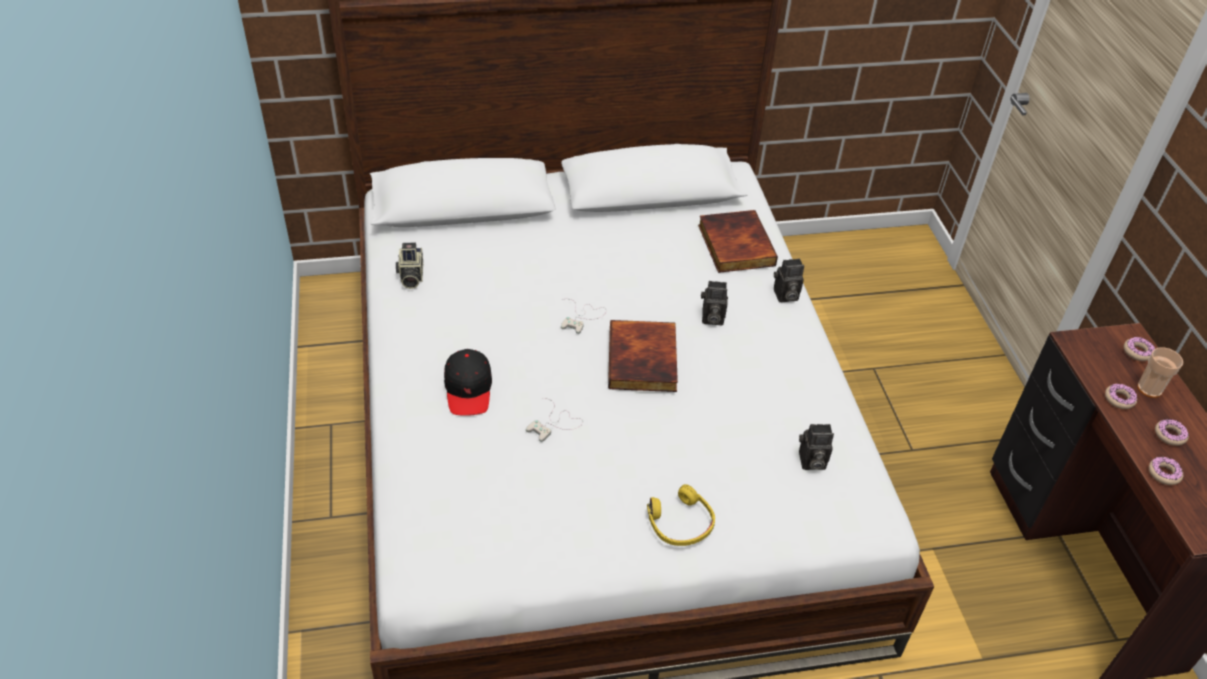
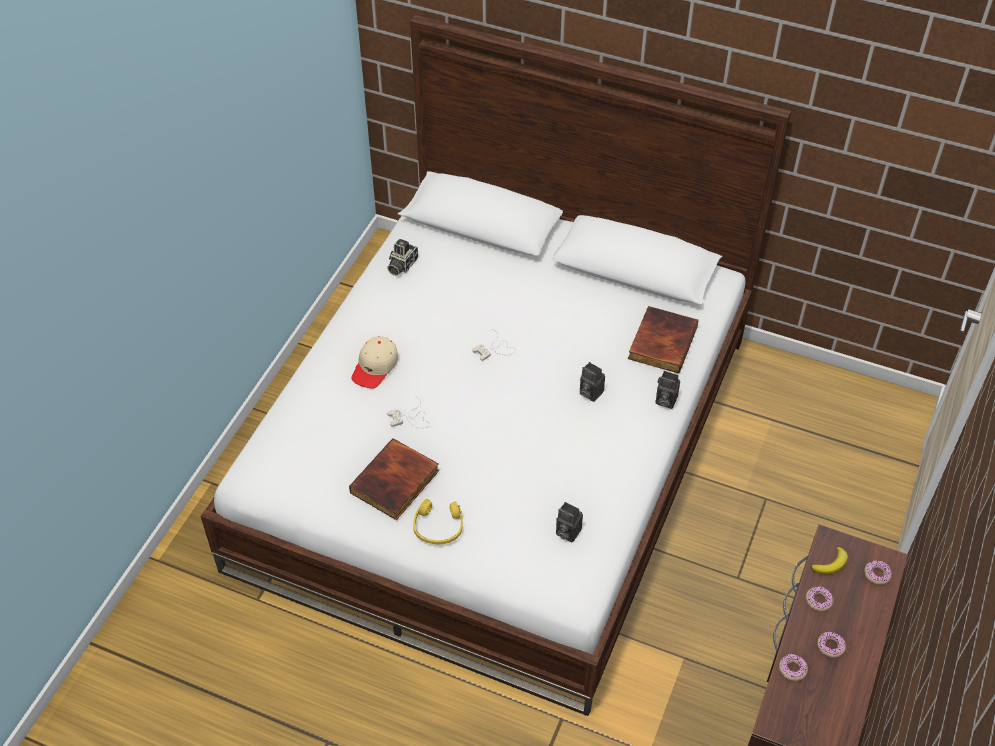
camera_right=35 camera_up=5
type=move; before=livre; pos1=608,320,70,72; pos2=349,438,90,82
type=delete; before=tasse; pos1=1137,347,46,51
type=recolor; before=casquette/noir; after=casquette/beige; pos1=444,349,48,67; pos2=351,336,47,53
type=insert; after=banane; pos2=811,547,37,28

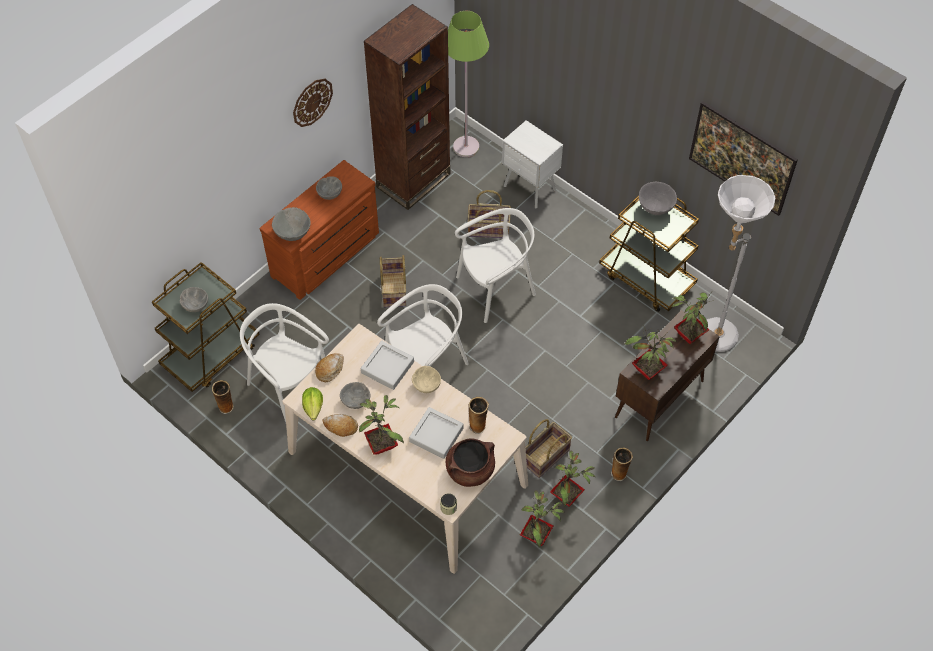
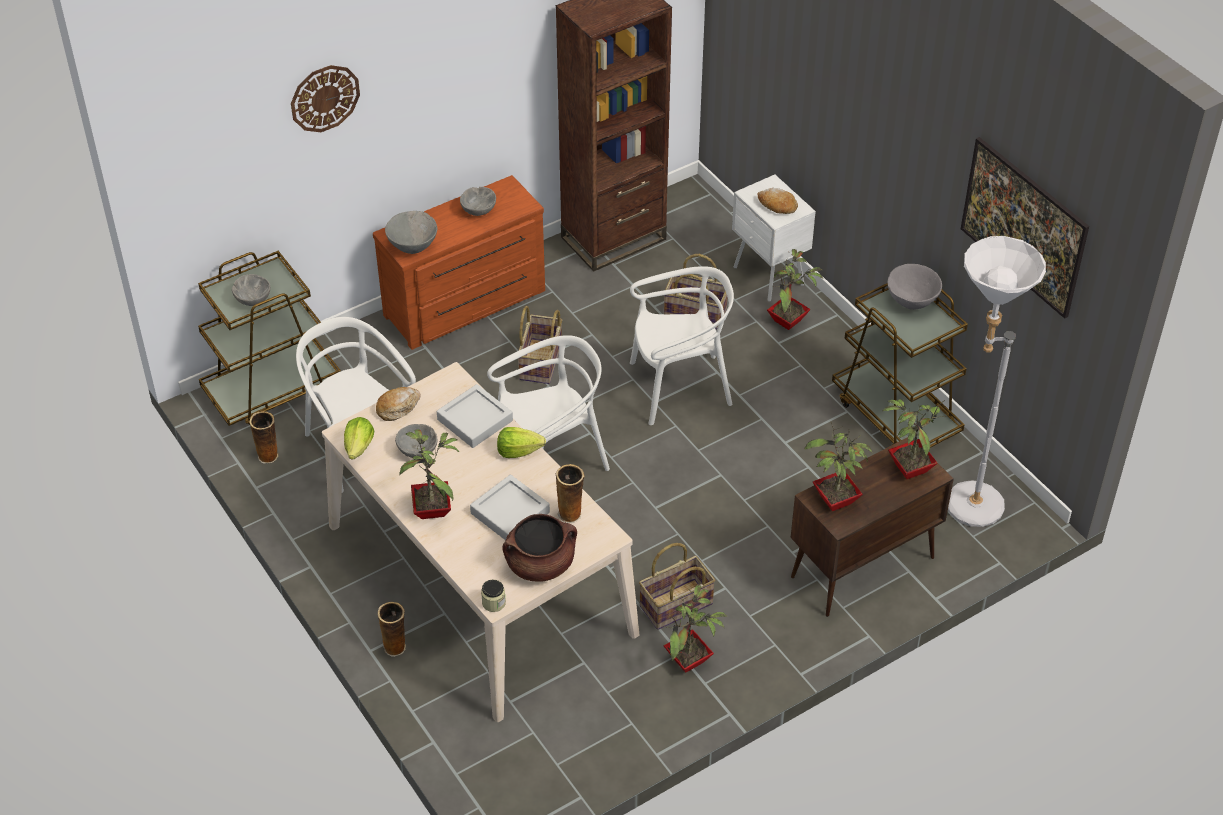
camera_right=15 camera_up=-10
type=delete; before=lampadaire/vert; pos1=448,11,41,146
type=move; before=horloge murale; pos1=293,79,40,48; pos2=291,65,69,67
type=replace; before=bol/beige; after=laitue; pos1=412,366,29,27; pos2=497,427,49,31
type=move; before=pain; pos1=323,414,35,23; pos2=757,188,41,26
type=move; before=vase; pos1=611,447,22,34; pos2=378,602,28,55
type=move; before=plante en pot; pos1=520,490,45,57; pos2=767,249,56,81

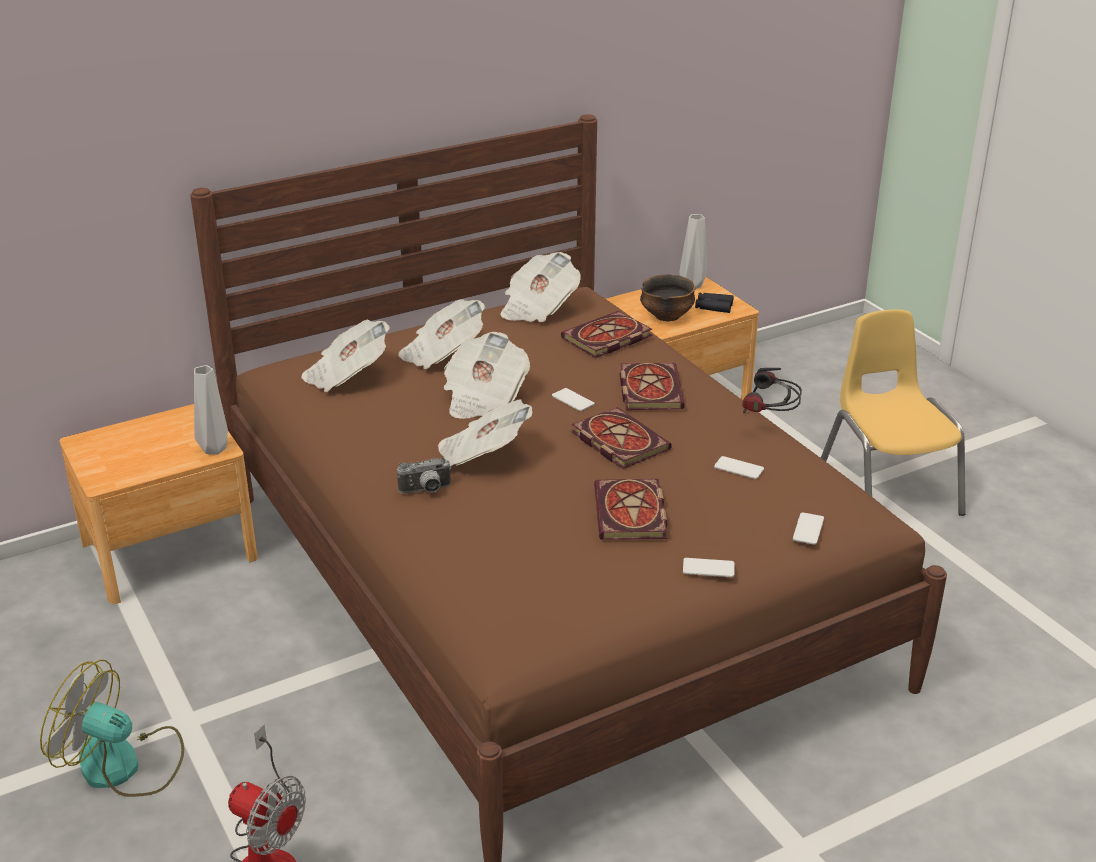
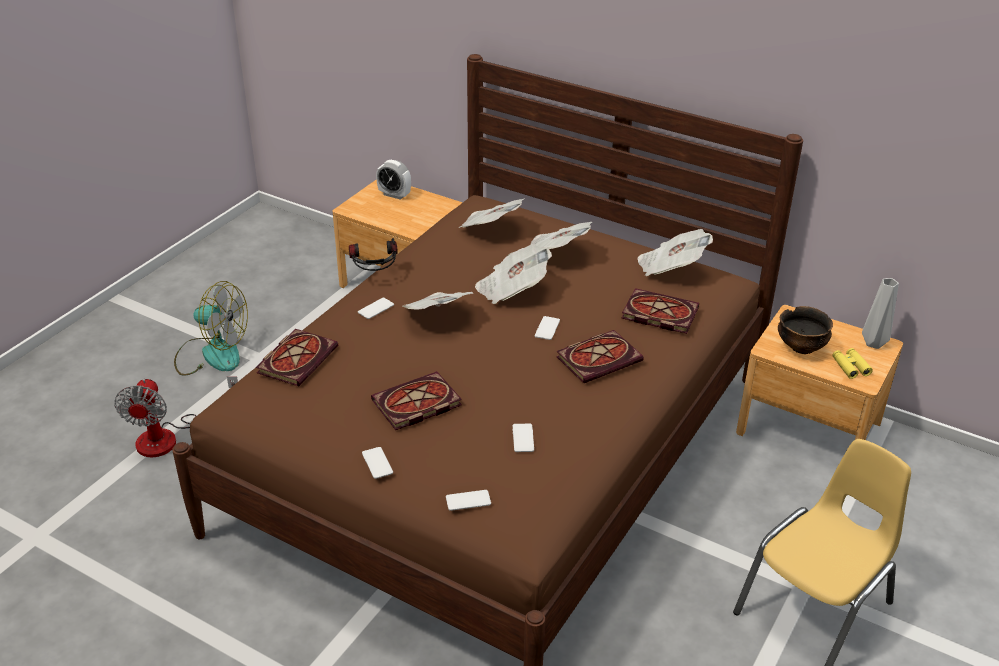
camera_right=60 camera_up=5
type=recolor; before=jumelles/noir; after=jumelles/jaune; pos1=695,293,39,20; pos2=832,348,41,31
type=delete; before=vase/gris; pos1=194,365,34,90
type=move; before=casque audio; pos1=742,368,60,45; pos2=349,238,49,33
type=move; before=livre; pos1=571,407,101,62; pos2=256,329,82,57
type=replace; before=appareil photo; after=téléphone; pos1=397,458,54,36; pos2=358,298,36,21
type=rotate; before=ventilateur; pos1=40,660,144,137; pos2=174,281,74,95; turn=120
type=insert; after=réveil; pos2=376,160,35,40

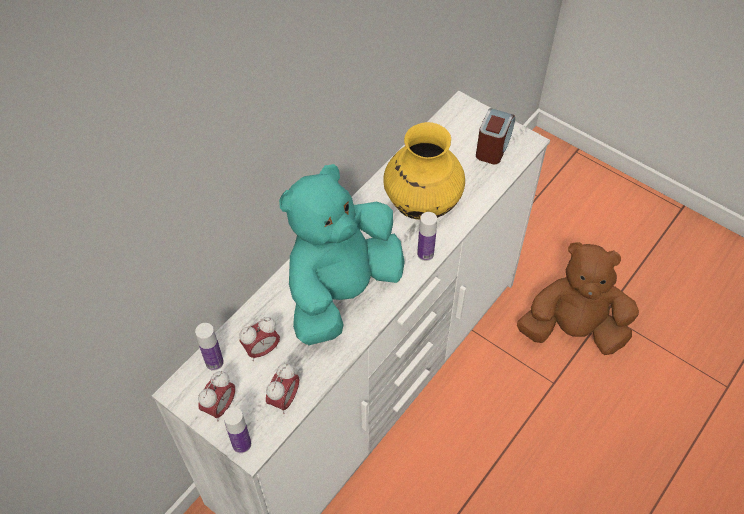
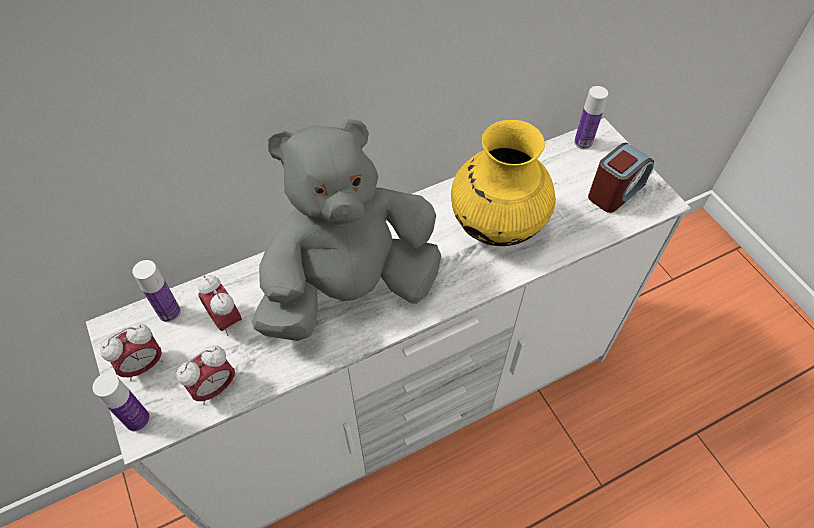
camera_right=25 camera_up=0
type=recolor; before=peluche/turquoise; after=peluche/gris; pos1=279,164,126,181; pos2=252,118,189,223
type=move; before=bouteille; pos1=417,212,20,49; pos2=574,86,34,63
type=delete; before=peluche/marron; pos1=517,242,122,113
type=rotate; before=réveil; pos1=239,317,41,44; pos2=198,275,44,61; turn=60

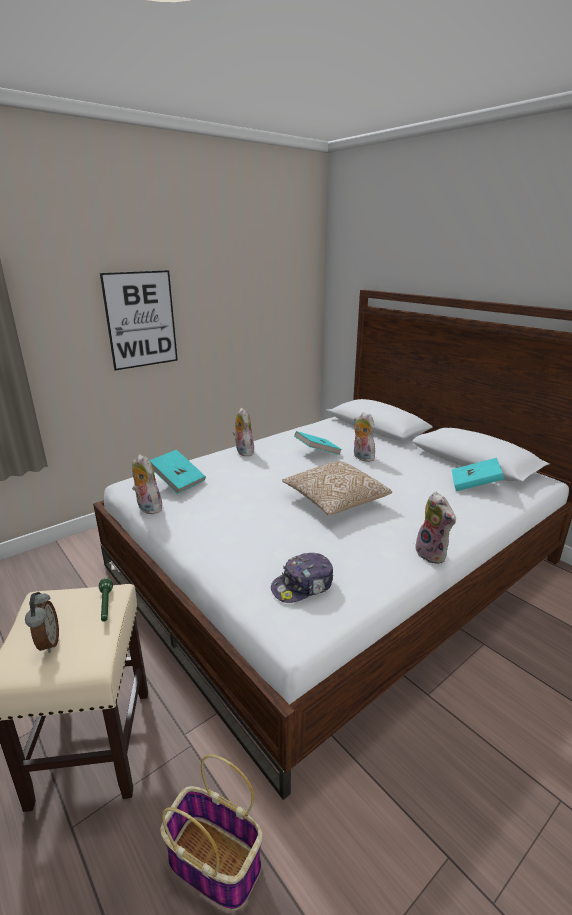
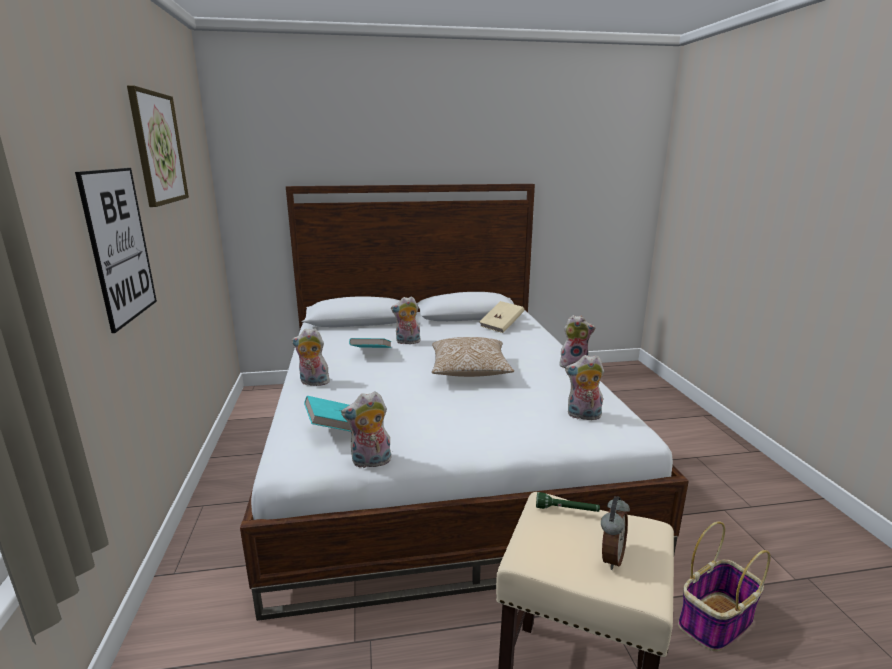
camera_right=-60 camera_up=-5
type=recolor; before=livre/turquoise; after=livre/beige; pos1=452,458,52,33; pos2=480,301,44,32
type=replace; before=casquette; after=peluche; pos1=271,553,62,50; pos2=565,355,39,65
type=rotate; before=réveil; pos1=25,592,34,61; pos2=601,496,29,74; turn=105
type=insert; after=tableau; pos2=127,85,62,122

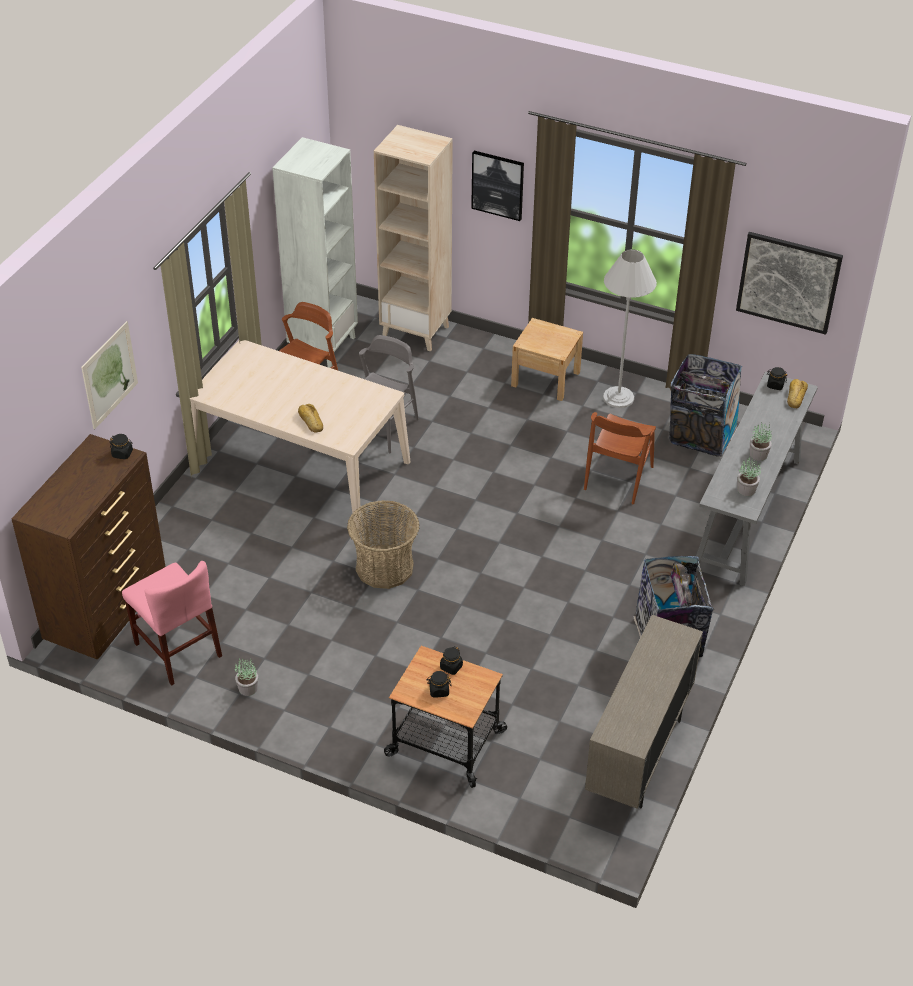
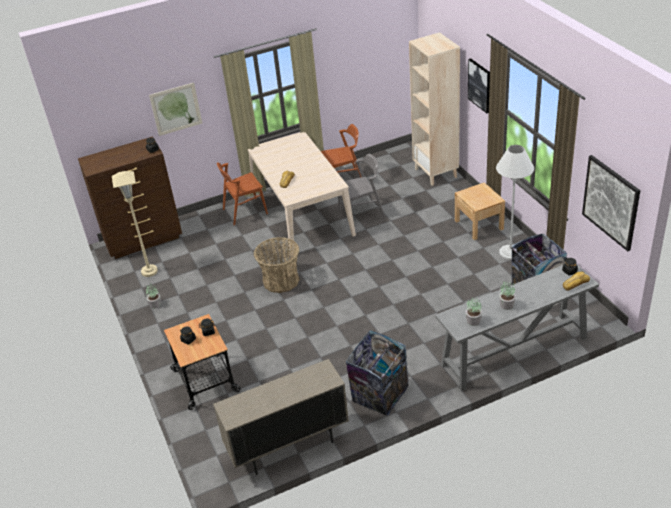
camera_right=45 camera_up=-5
type=delete; before=bibliothèque/blanc; pos1=272,137,86,231
type=move; before=chaise/marron; pos1=584,412,72,92; pos2=217,162,51,64
type=replace; before=chaise/rose; after=lampadaire/beige; pos1=122,561,100,125; pos2=112,171,46,106

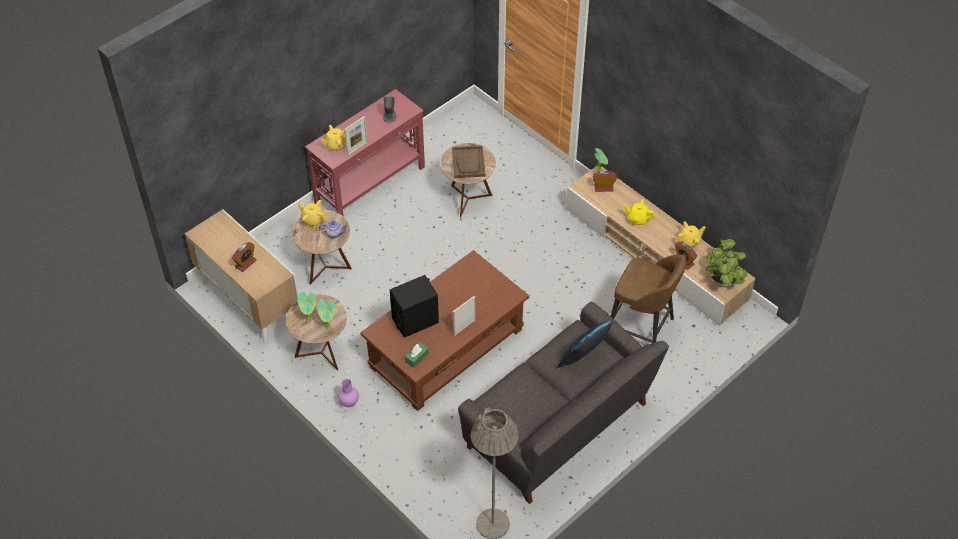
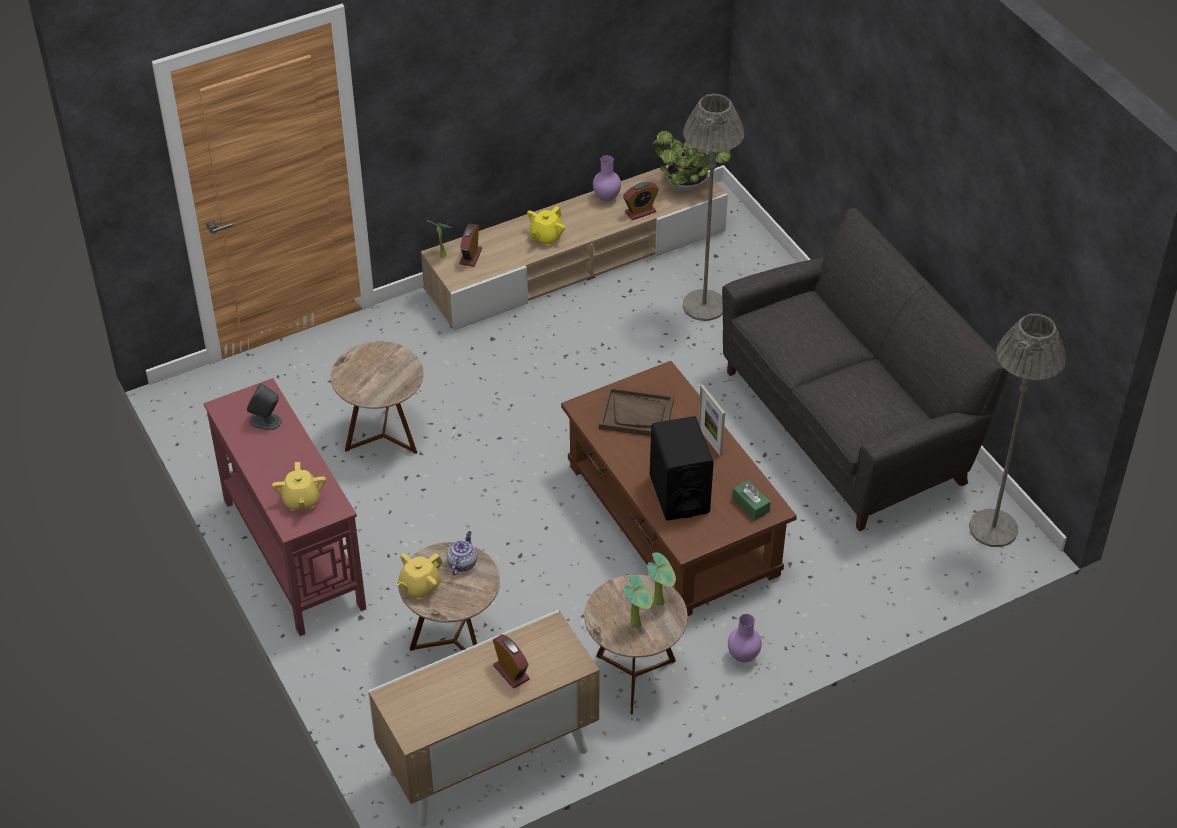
camera_right=-75 camera_up=-5
type=delete; before=cadre photo; pos1=344,116,24,40
type=move; before=plateau/marron; pos1=452,145,34,33; pos2=599,387,75,49
type=replace; before=théière/jaune; after=vase/violet; pos1=676,221,30,26; pos2=593,155,28,46
type=replace; before=tabouret/marron; after=lampadaire/gris; pos1=611,254,75,89; pos2=682,94,62,227
type=delete; before=coussin/bleu; pos1=557,320,56,48

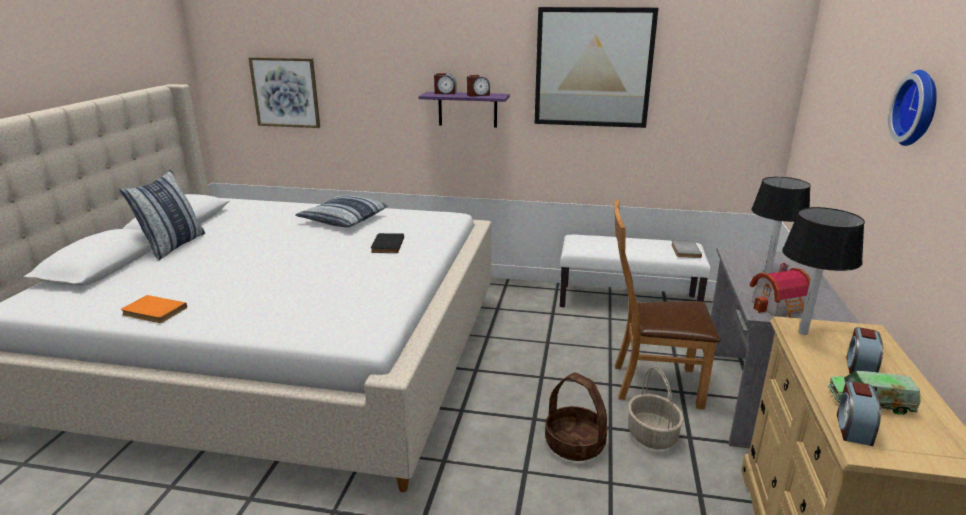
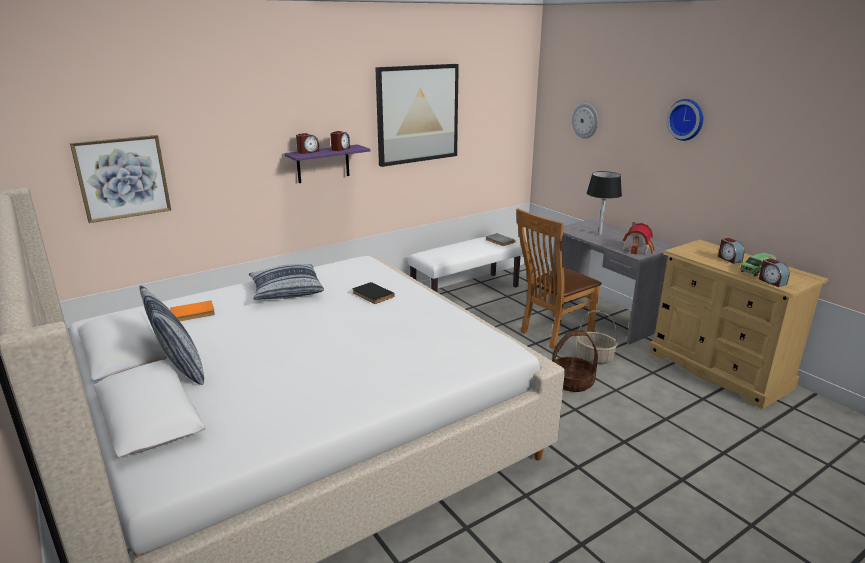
camera_right=-45 camera_up=0
type=delete; before=lampe de table/noir; pos1=782,207,83,128
type=move; before=livre/orange; pos1=121,295,66,28; pos2=170,301,45,20
type=insert; after=horloge murale; pos2=572,103,26,36

